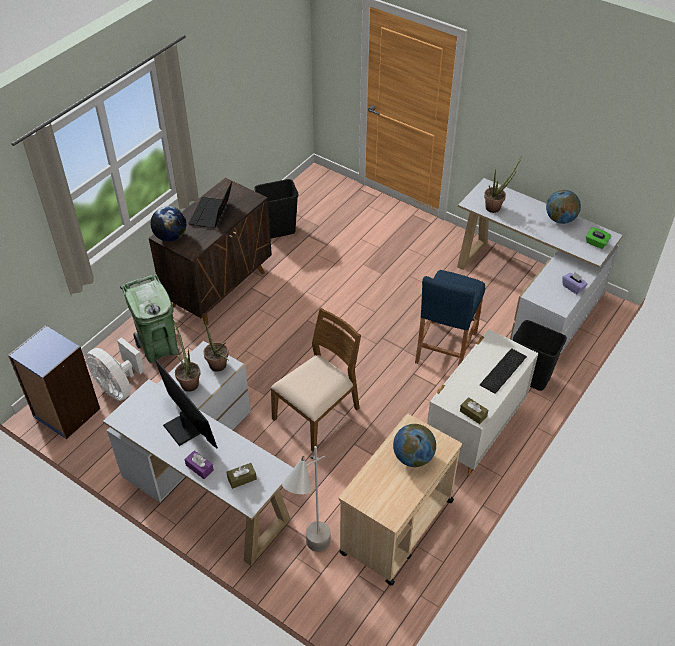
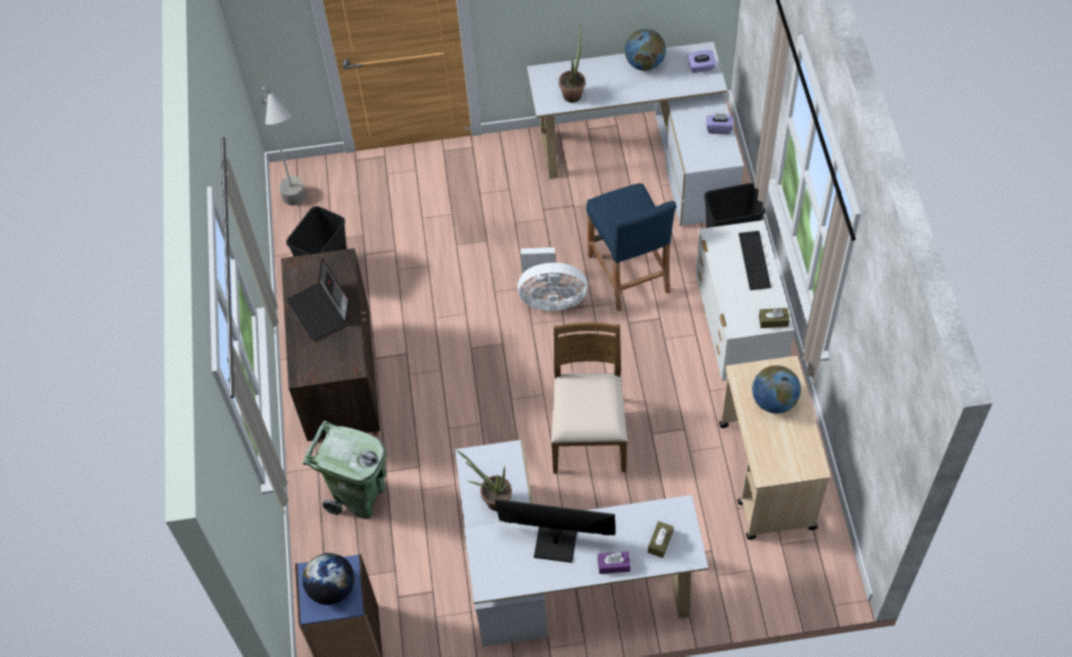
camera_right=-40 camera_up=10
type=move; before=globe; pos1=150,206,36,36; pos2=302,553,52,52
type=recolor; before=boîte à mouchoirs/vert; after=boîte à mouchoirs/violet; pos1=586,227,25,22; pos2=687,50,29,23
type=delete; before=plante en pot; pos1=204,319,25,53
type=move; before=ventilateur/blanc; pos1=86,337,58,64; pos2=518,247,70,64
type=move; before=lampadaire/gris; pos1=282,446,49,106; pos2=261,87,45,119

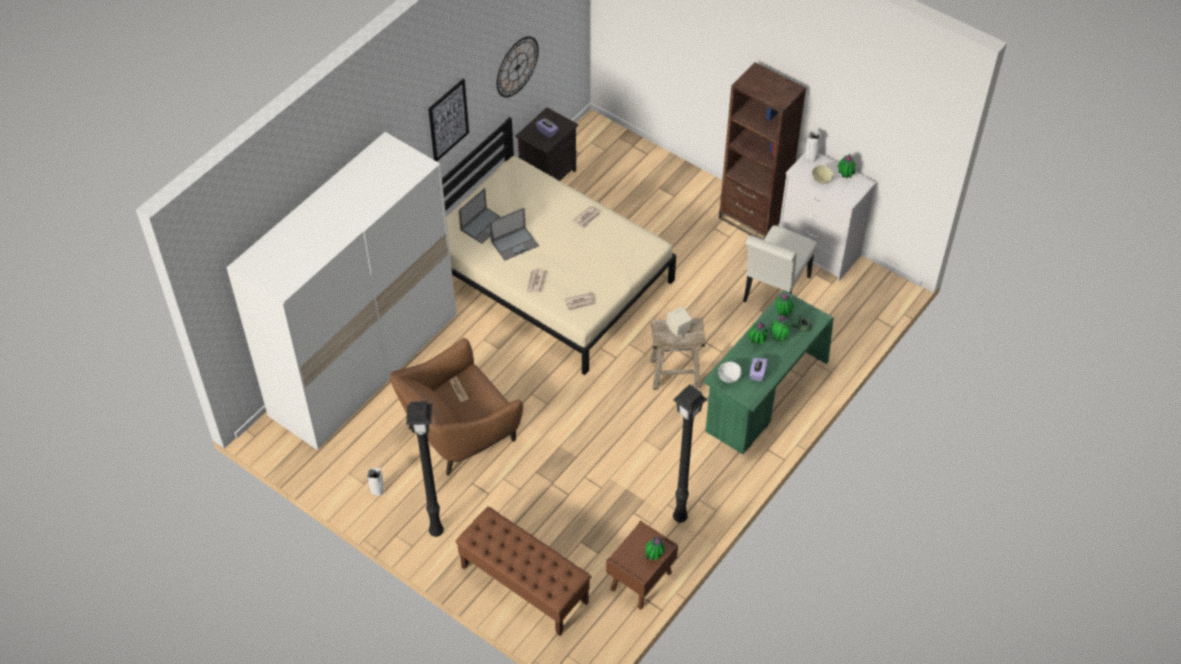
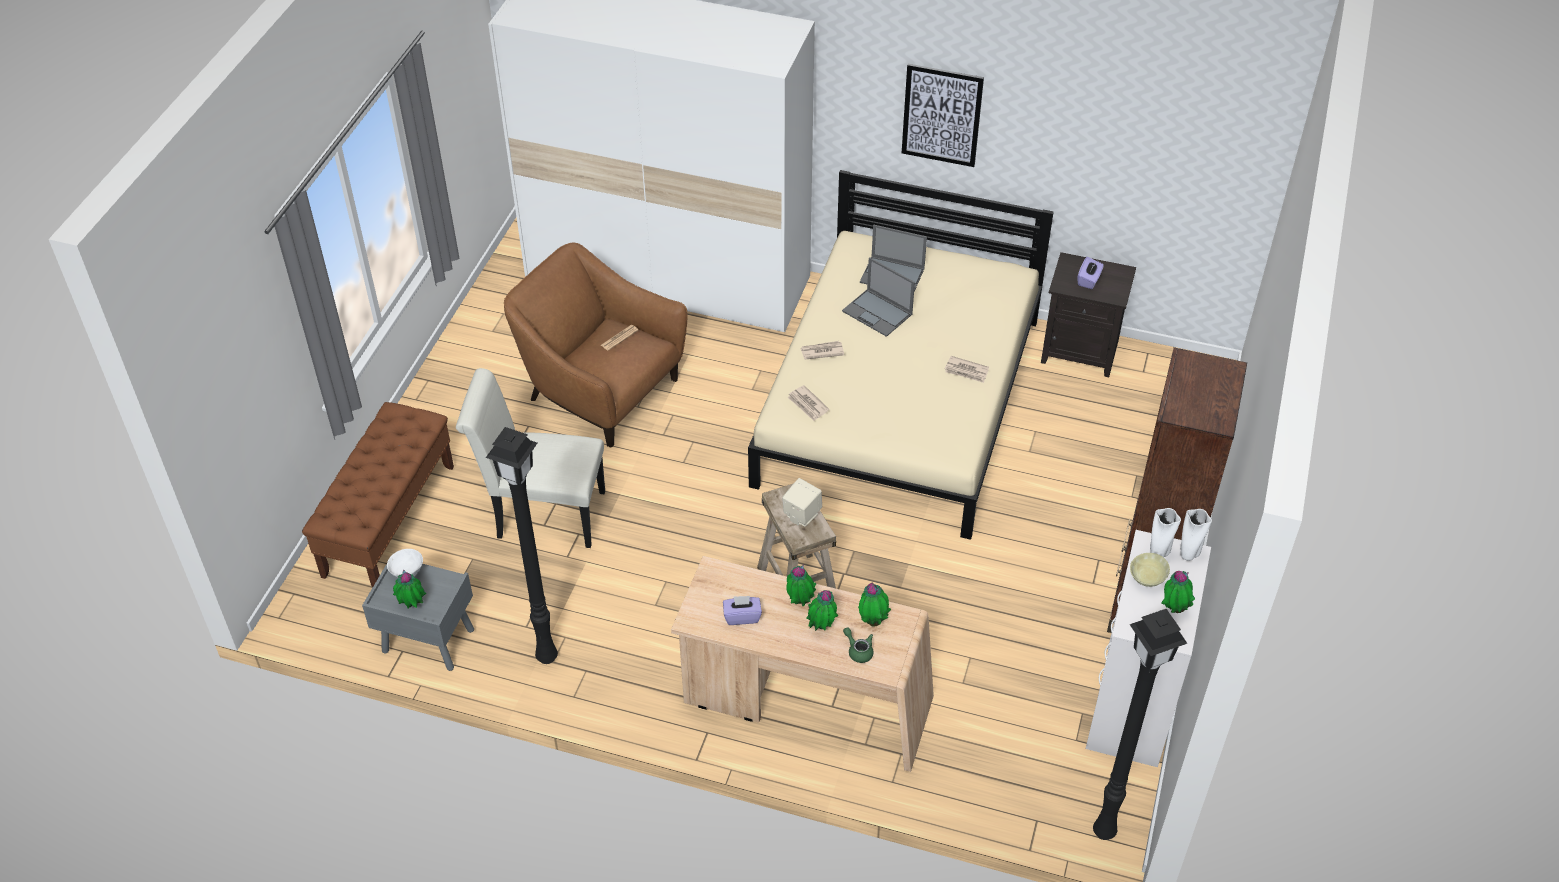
camera_right=70 camera_up=-5
type=delete; before=horloge murale; pos1=497,36,42,61
type=move; before=chaise/blanc; pos1=743,225,74,77; pos2=456,368,149,180
type=recolor; before=bureau/vert; after=bureau/beige; pos1=704,290,129,164; pos2=671,556,263,216
type=move; before=bol/blanc; pos1=718,362,24,21; pos2=387,549,36,28
type=move; before=lampadaire/noir; pos1=406,401,38,136; pos2=1093,609,94,231
type=move; before=vase/blanc; pos1=367,468,17,28; pos2=1150,508,31,49
type=recolor; before=table de chevet/marron; after=table de chevet/gris; pos1=606,520,72,90; pos2=362,554,112,117

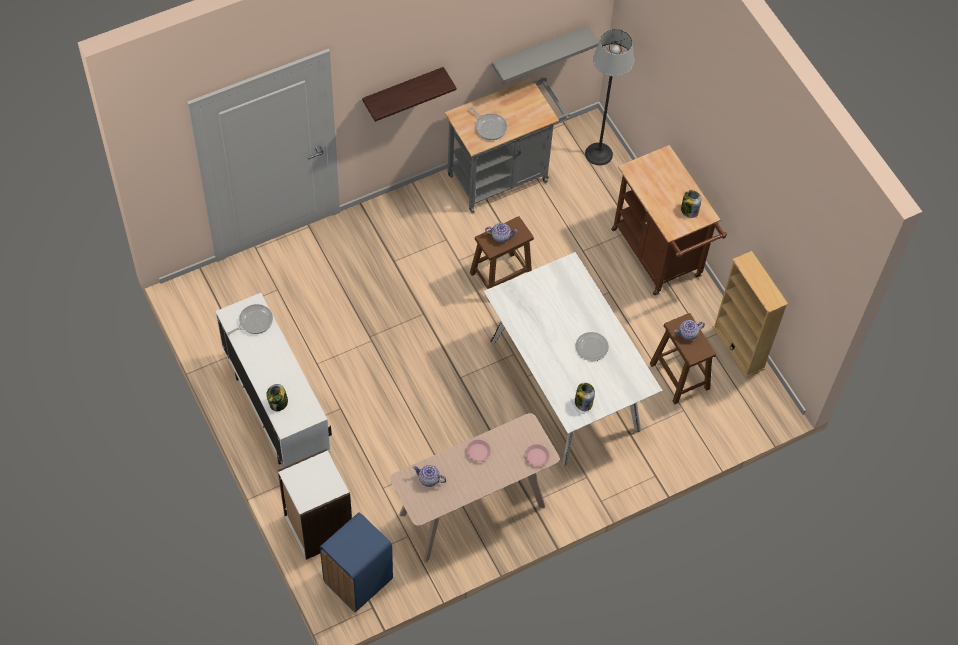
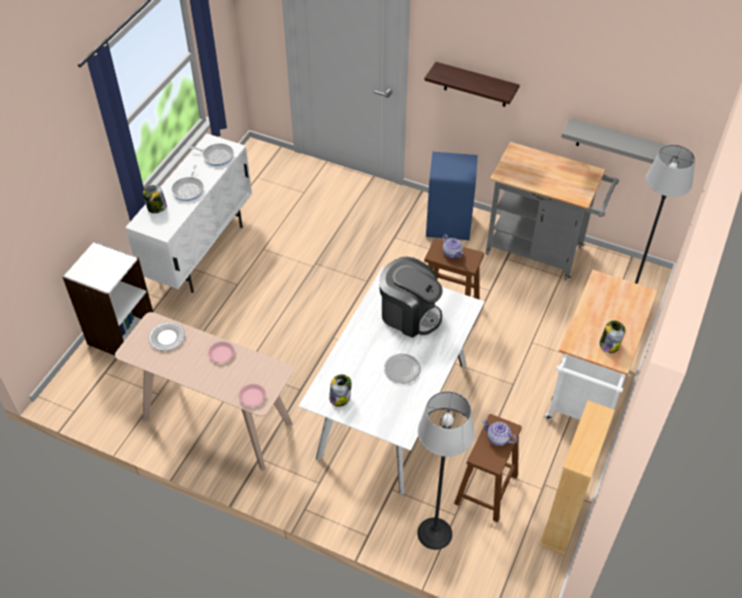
camera_right=55 camera_up=-10
type=move; before=poêle; pos1=469,106,38,34; pos2=171,165,33,36
type=recolor; before=chariot/marron; after=chariot/blanc; pos1=611,145,116,151; pos2=544,270,113,150
type=replace; before=théière; after=assiette; pos1=413,465,33,22; pos2=149,322,36,29
type=move; before=poubelle/bleu; pos1=320,512,73,100; pos2=426,152,52,88
type=insert; after=machine à café; pos2=379,257,64,81
type=insert; after=lampadaire; pos2=417,391,58,159

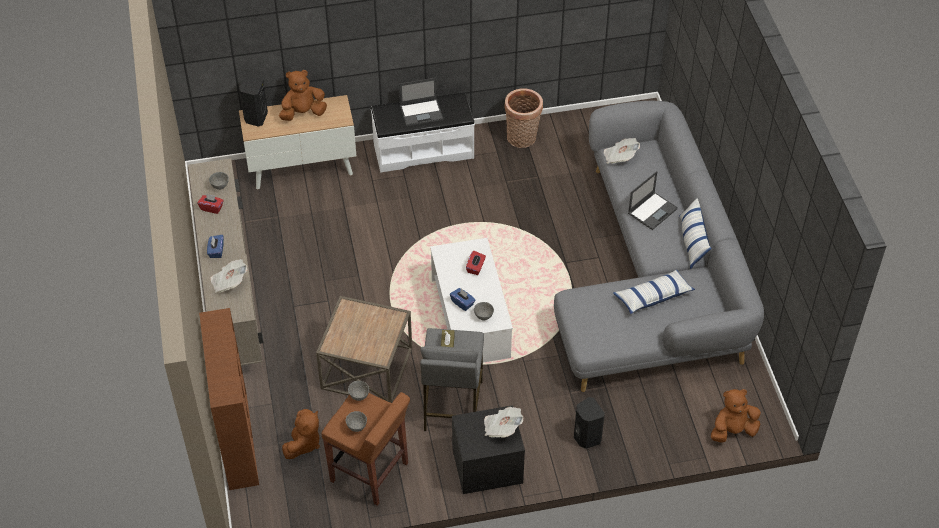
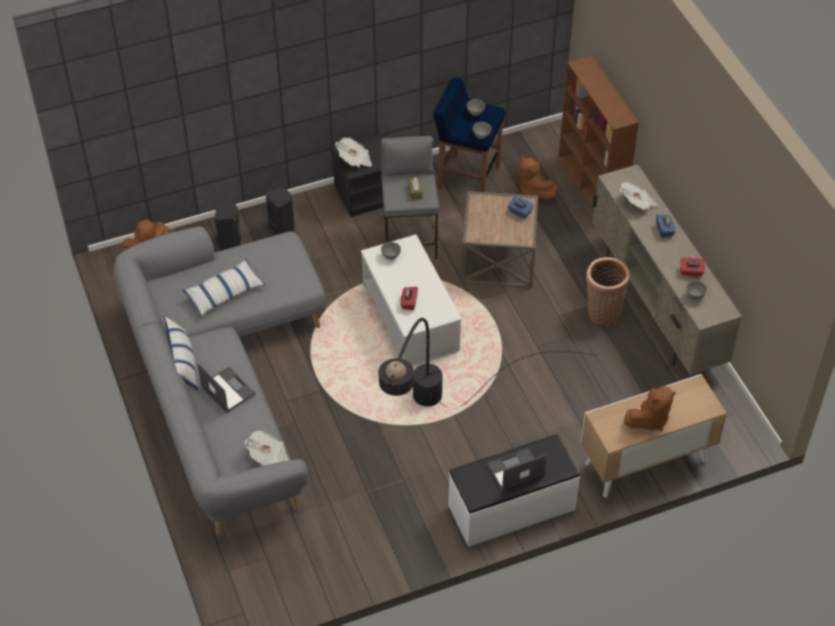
camera_right=170 camera_up=0
type=move; before=enceinte/noir; pos1=239,78,29,49; pos2=215,201,26,49
type=move; before=panier; pos1=504,89,39,59; pos2=586,257,44,69
type=rotate; before=ordinateur portable; pos1=628,171,50,59; pos2=197,363,59,50; turn=105
type=move; before=boîte à mouchoirs/bleu; pos1=450,288,25,23; pos2=508,196,26,23
type=recolor; before=tabouret/marron; after=tabouret/bleu; pos1=322,392,88,114; pos2=433,78,72,114
type=rotate; before=peluche/marron; pos1=282,409,38,50; pos2=519,156,38,44; turn=-45
type=insert; after=lampadaire/noir; pos2=378,318,220,89

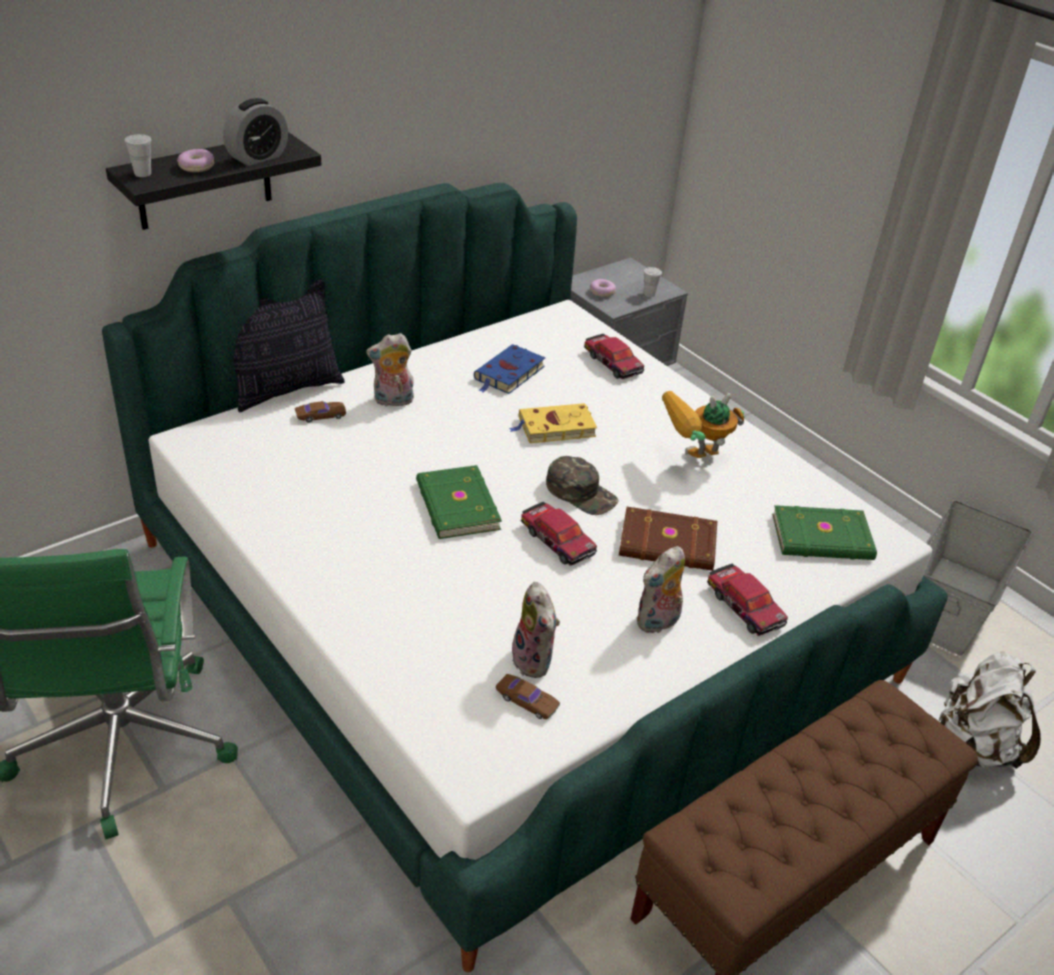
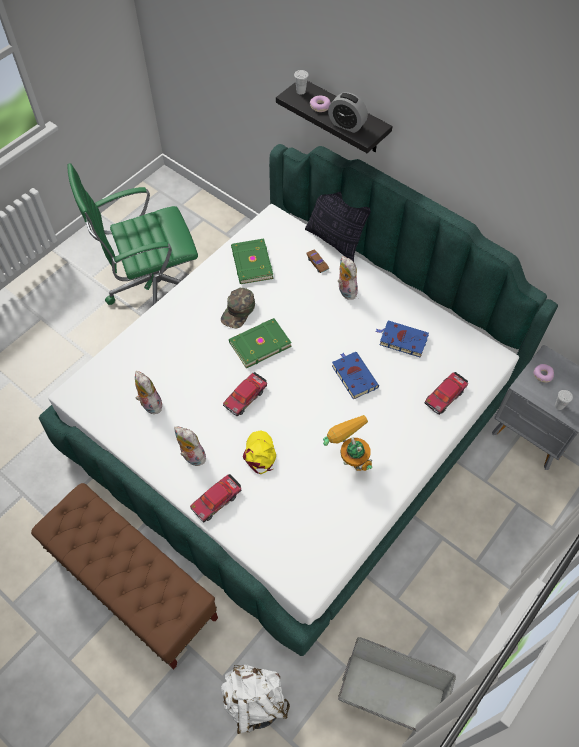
camera_right=80 camera_up=20
type=recolor; before=livre/jaune; after=livre/bleu; pos1=509,403,88,40; pos2=332,352,47,47
type=move; before=casquette/vert; pos1=546,456,73,59; pos2=221,288,34,40
type=move; before=livre/vert; pos1=772,505,105,55; pos2=231,239,43,45
type=replace; before=livre/marron; after=casquette/jaune; pos1=619,507,98,64; pos2=243,430,33,44
type=rotate; before=peluche; pos1=512,582,48,96; pos2=135,371,30,43; turn=90
type=delete; before=petite voiture/marron; pos1=496,674,64,45

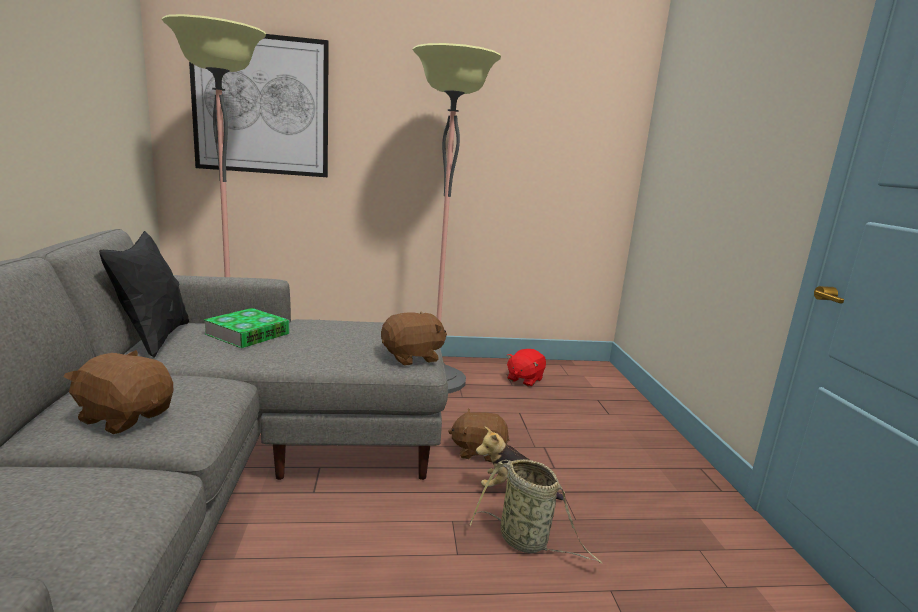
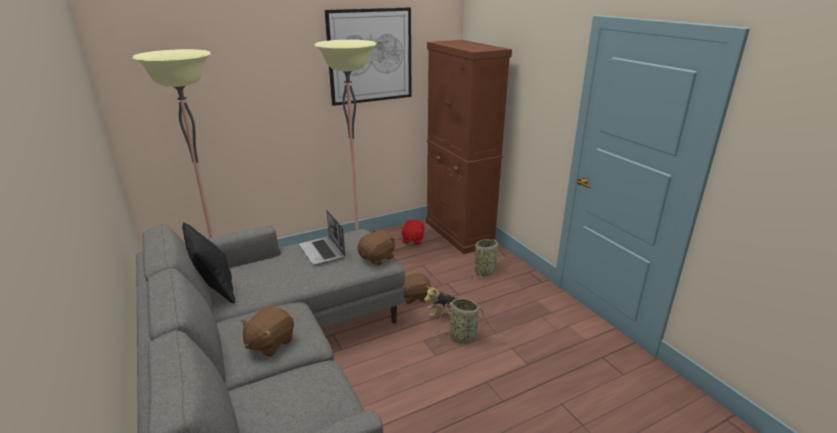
camera_right=-20 camera_up=10
type=move; before=tableau; pos1=189,34,140,143; pos2=325,8,87,98
type=delete; before=livre; pos1=204,308,86,40
type=rotate; before=peluche/marron; pos1=64,350,109,84; pos2=241,307,53,50; turn=-60
type=insert; after=meuble de rangement/marron; pos2=426,40,86,214
type=insert; after=ordinateur portable; pos2=299,210,47,55
type=insert; after=panier; pos2=468,239,39,41

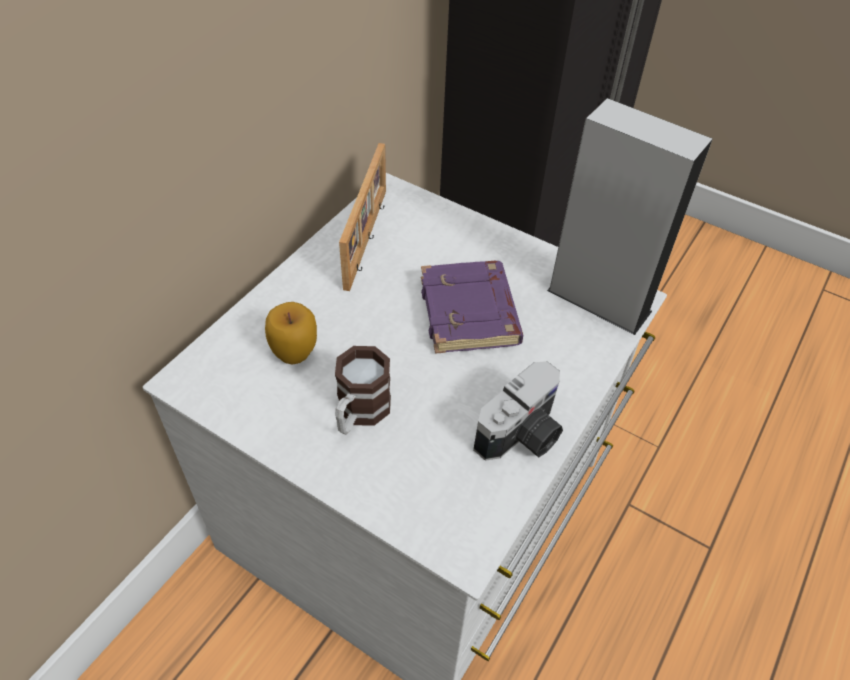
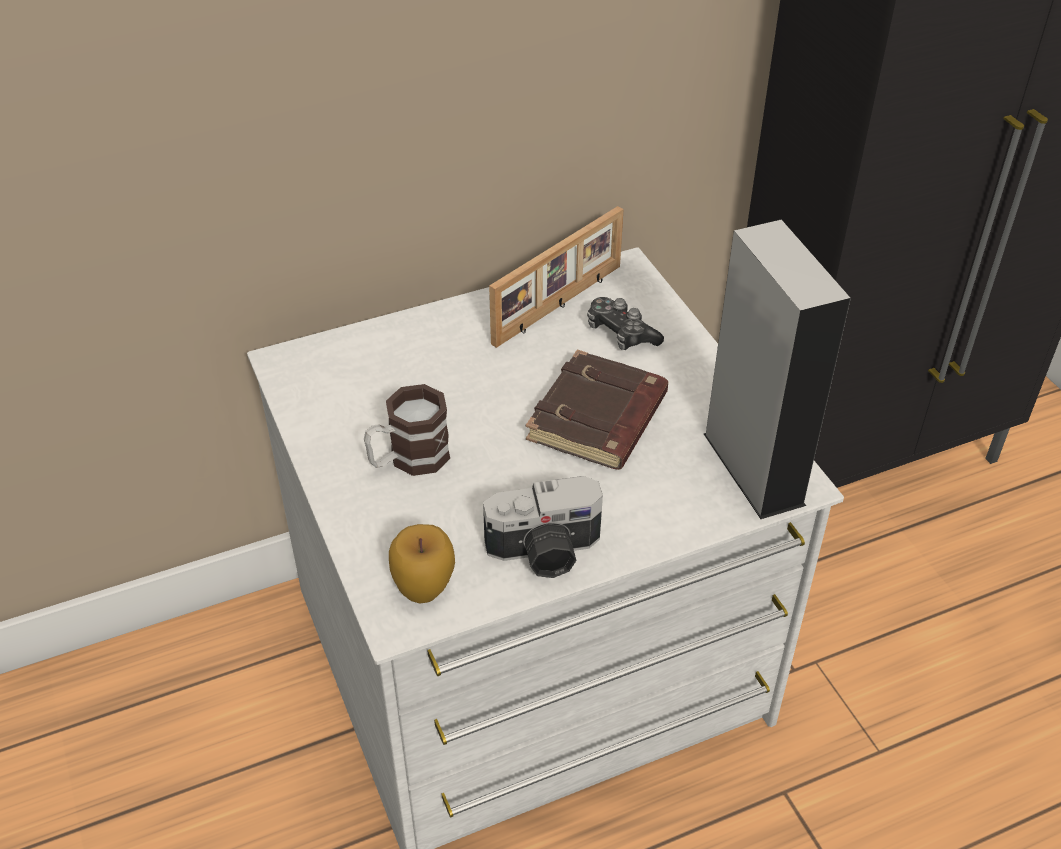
camera_right=35 camera_up=-5
type=recolor; before=livre/violet; after=livre/marron; pos1=421,261,102,93; pos2=526,349,142,121
type=move; before=pomme; pos1=265,302,52,62; pos2=389,524,66,80
type=insert; after=manette; pos2=587,297,77,53

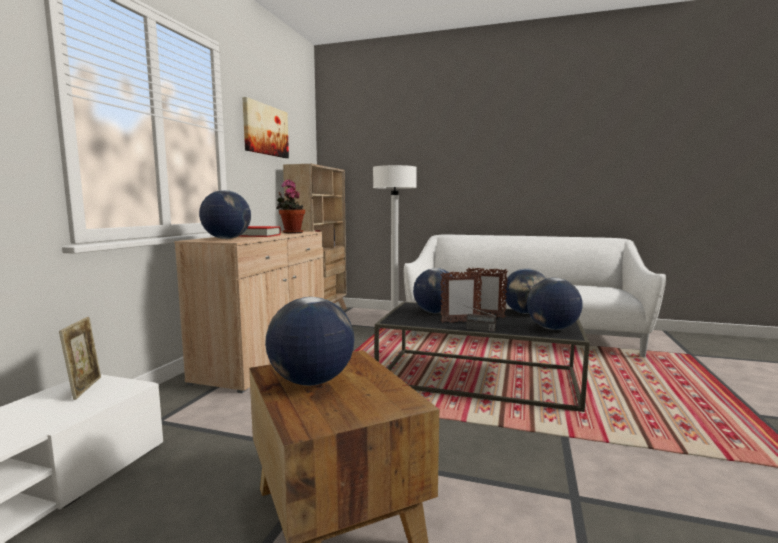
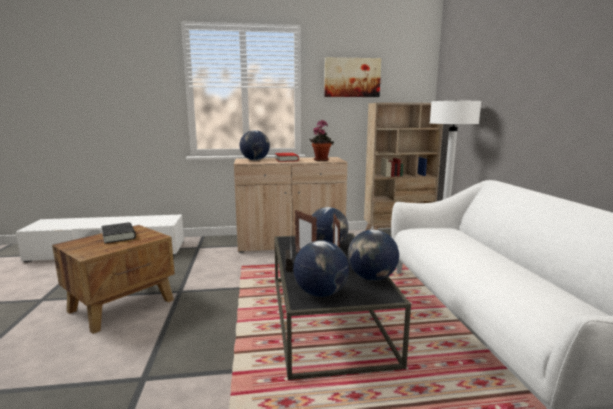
camera_right=65 camera_up=5
type=replace; before=globe; after=livre/noir; pos1=265,297,89,89; pos2=101,222,35,22
type=delete; before=cadre photo; pos1=59,317,42,83

